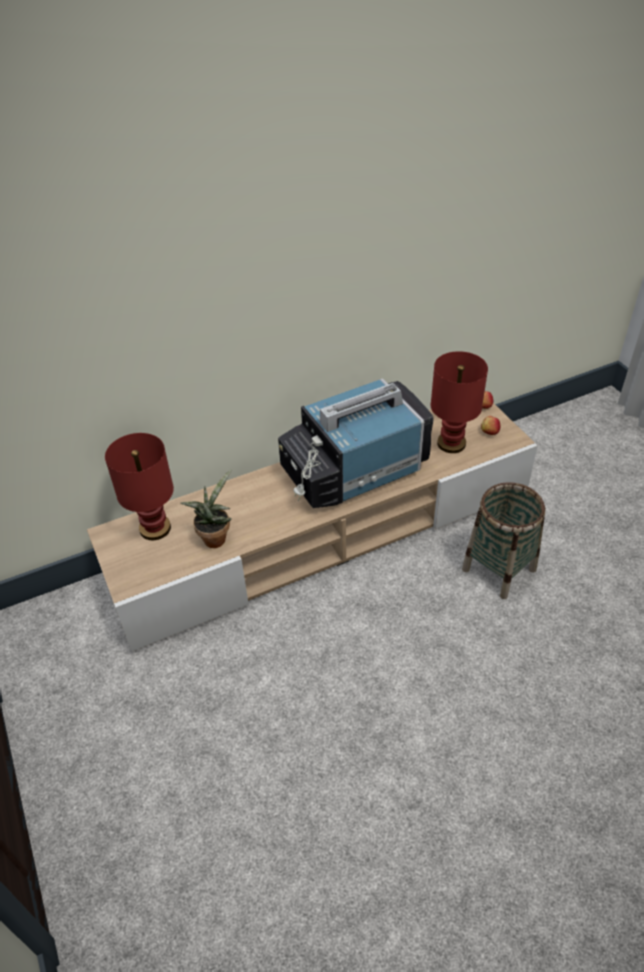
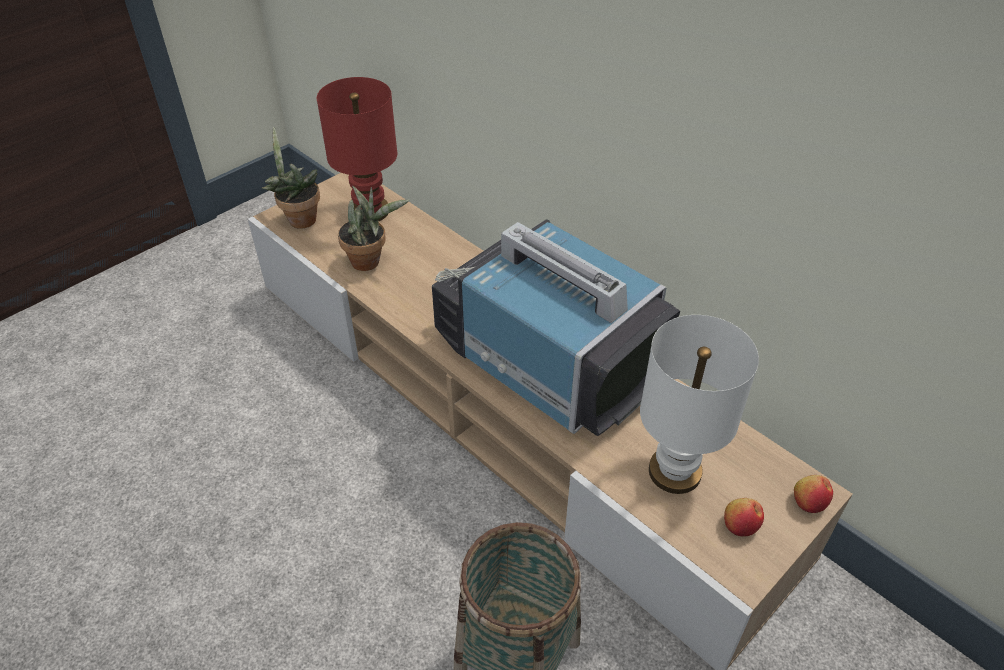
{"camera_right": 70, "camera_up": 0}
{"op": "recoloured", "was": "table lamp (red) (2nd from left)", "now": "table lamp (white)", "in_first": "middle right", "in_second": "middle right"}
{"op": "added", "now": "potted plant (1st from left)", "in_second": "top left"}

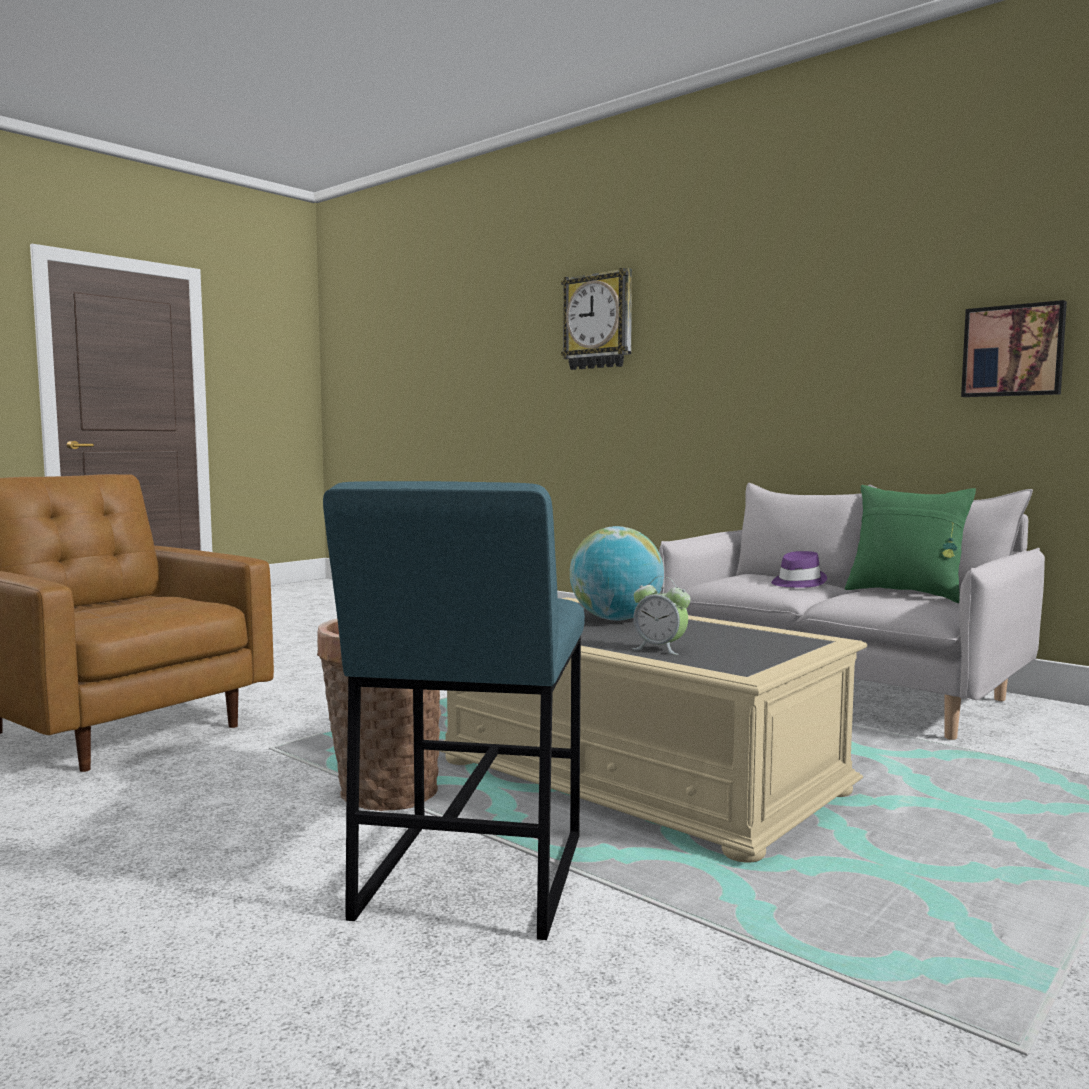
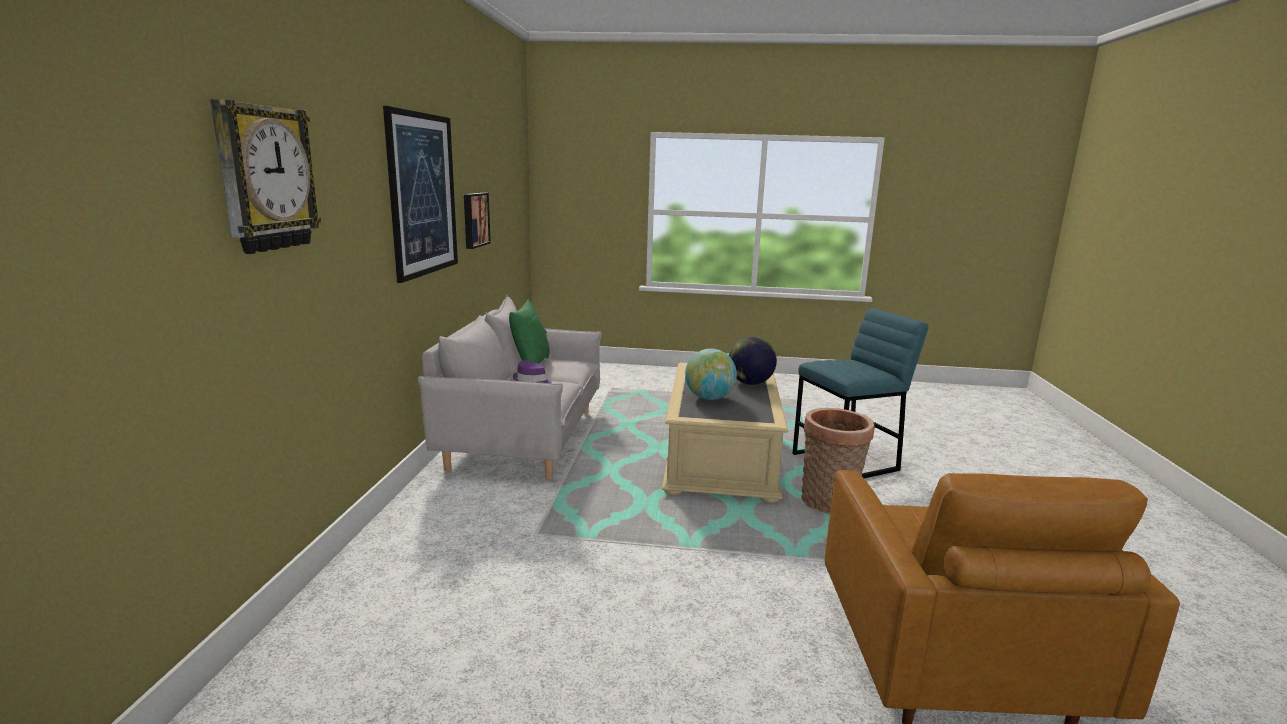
{"camera_right": -125, "camera_up": 10}
{"op": "replaced", "was": "alarm clock", "now": "globe (2nd from left)", "in_first": "centre", "in_second": "centre"}
{"op": "added", "now": "picture (1st from left)", "in_second": "top left"}

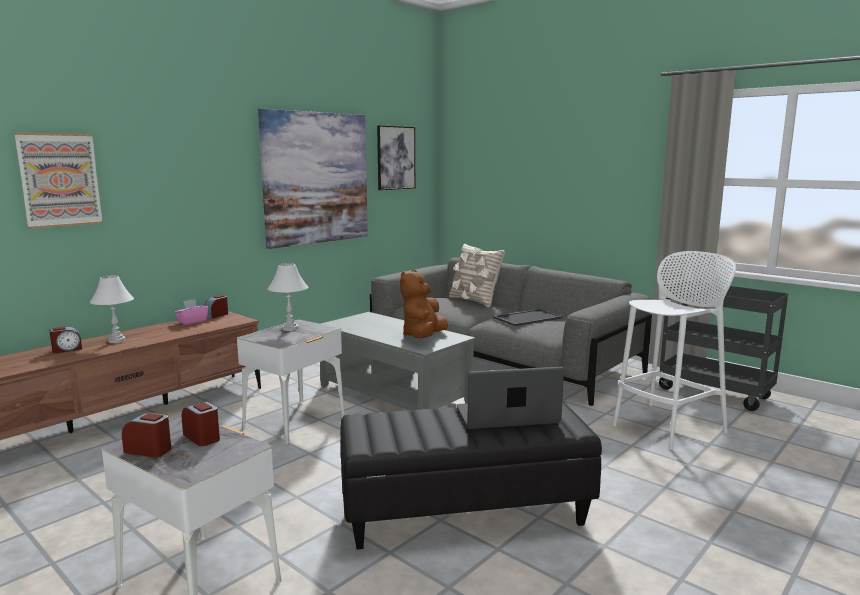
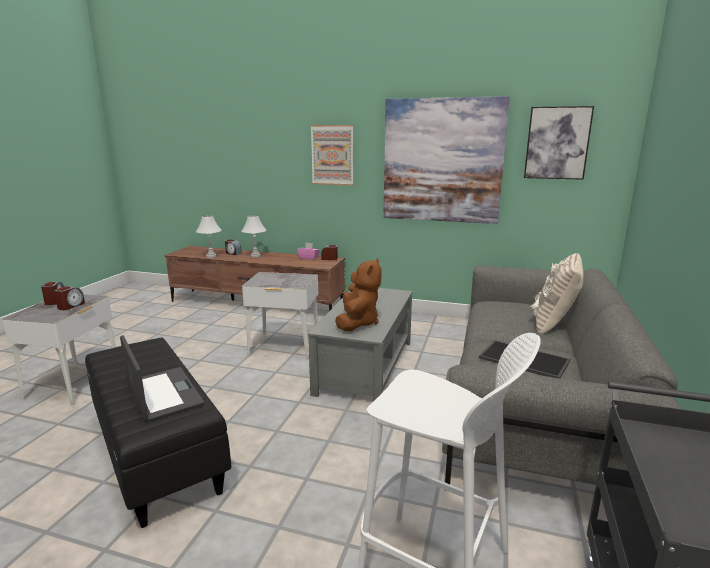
{"camera_right": 65, "camera_up": 5}
{"op": "moved", "was": "picture (1st from left)", "in_first": "top left", "in_second": "top centre"}
{"op": "moved", "was": "table lamp (white) (2nd from left in the first image)", "now": "table lamp (white) (1st from left)", "in_first": "centre", "in_second": "middle left"}
{"op": "turned", "was": "plush toy (brown)", "in_first": "centre", "in_second": "centre", "clockwise": 105}

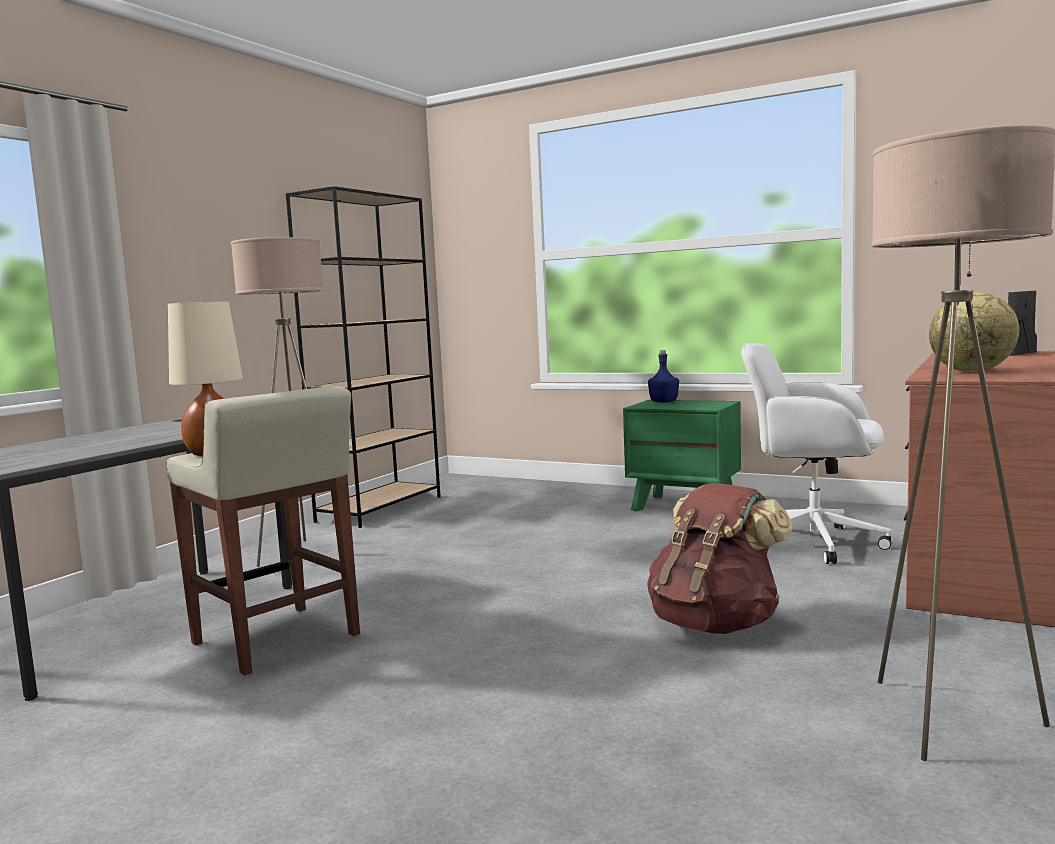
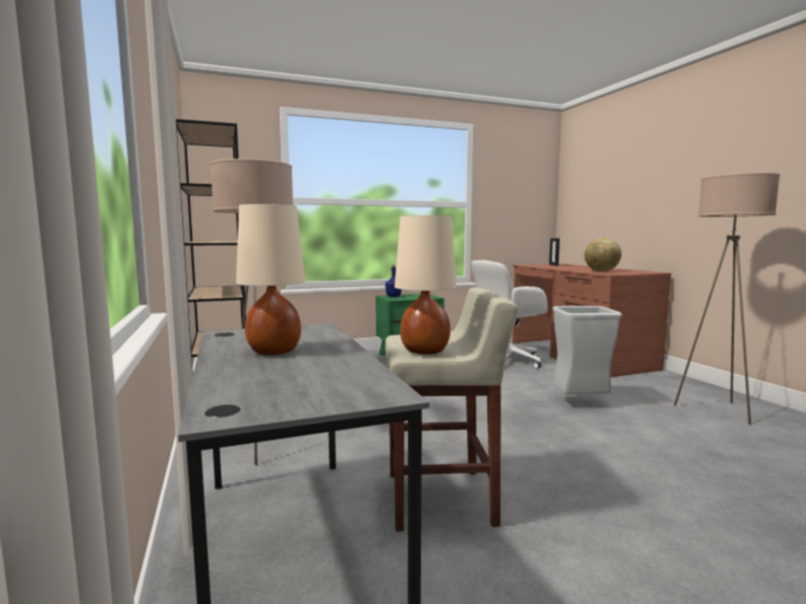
{"camera_right": -50, "camera_up": 0}
{"op": "replaced", "was": "backpack (brown)", "now": "trash can (grey)", "in_first": "middle right", "in_second": "middle right"}
{"op": "added", "now": "table lamp (beige) (1st from left)", "in_second": "centre"}

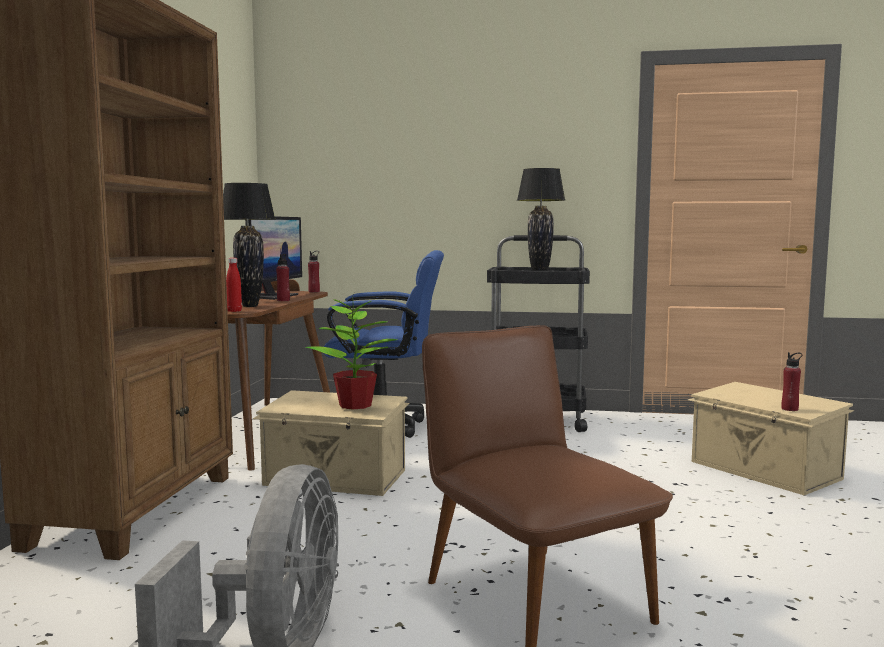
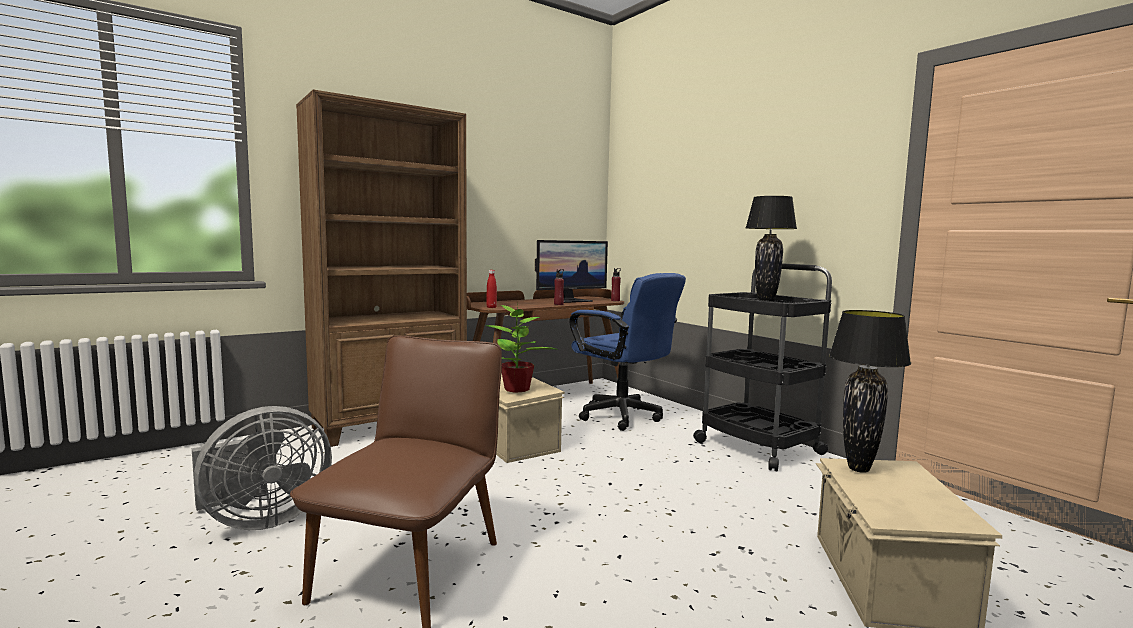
{"camera_right": 45, "camera_up": 0}
{"op": "moved", "was": "table lamp (black) (1st from left in the first image)", "now": "table lamp (black) (2nd from left)", "in_first": "middle left", "in_second": "middle right"}
{"op": "removed", "was": "bottle (red) (4th from left)", "in_first": "middle right"}

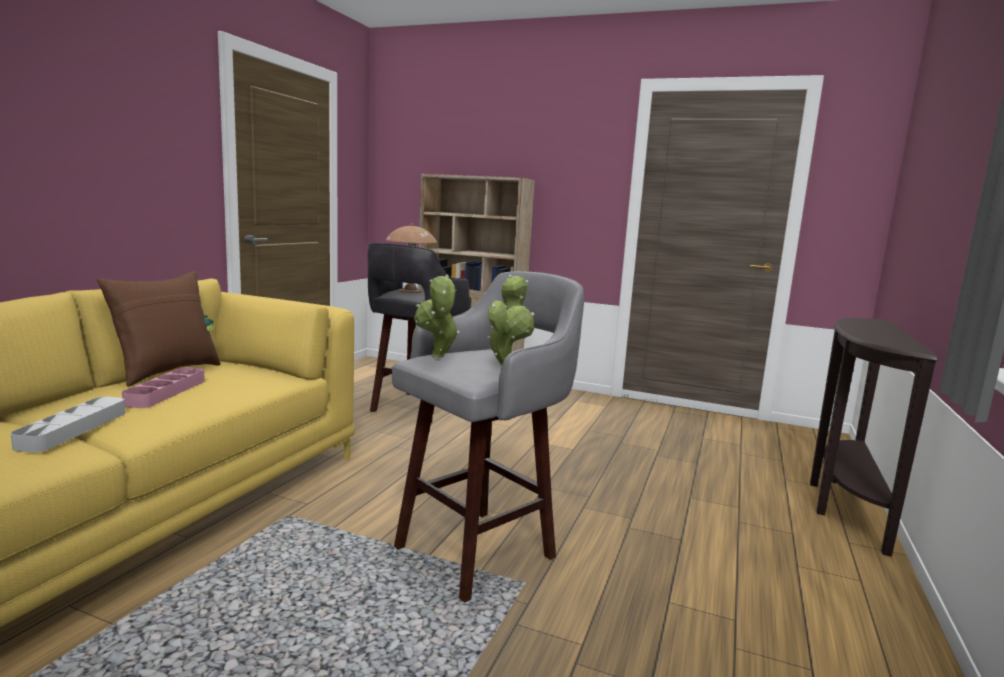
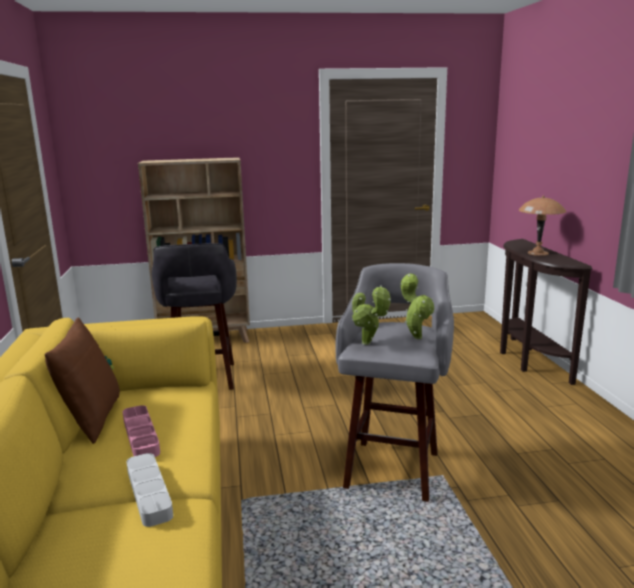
{"camera_right": -30, "camera_up": 5}
{"op": "moved", "was": "table lamp (brown)", "in_first": "centre", "in_second": "middle right"}

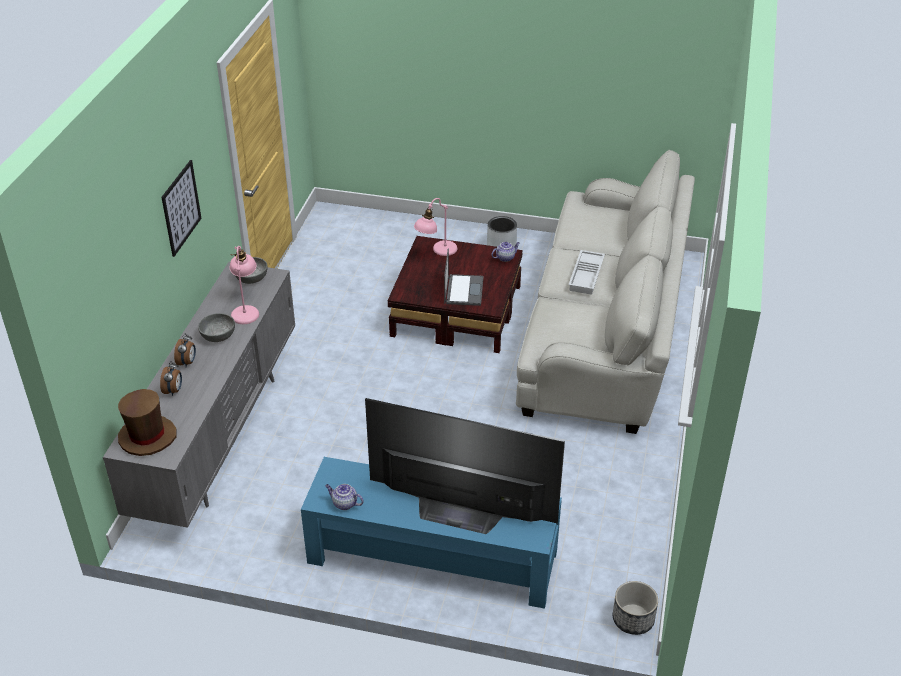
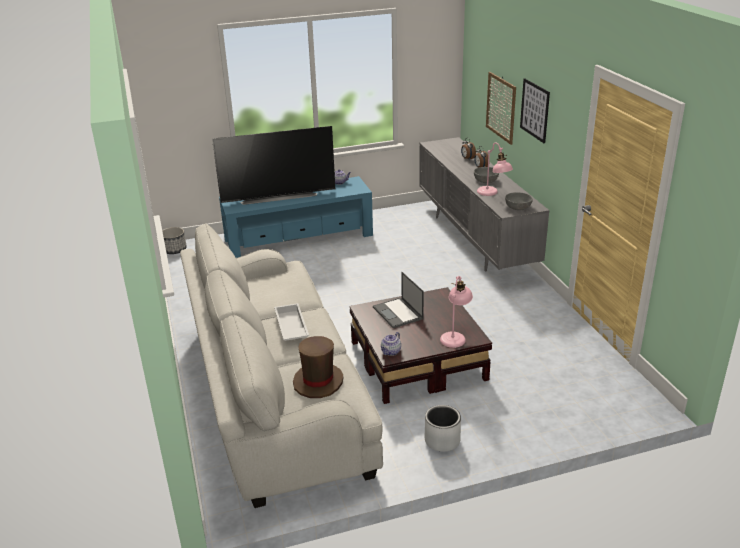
{"camera_right": 150, "camera_up": -10}
{"op": "moved", "was": "hat (brown)", "in_first": "middle left", "in_second": "bottom centre"}
{"op": "added", "now": "picture (1st from left)", "in_second": "top right"}

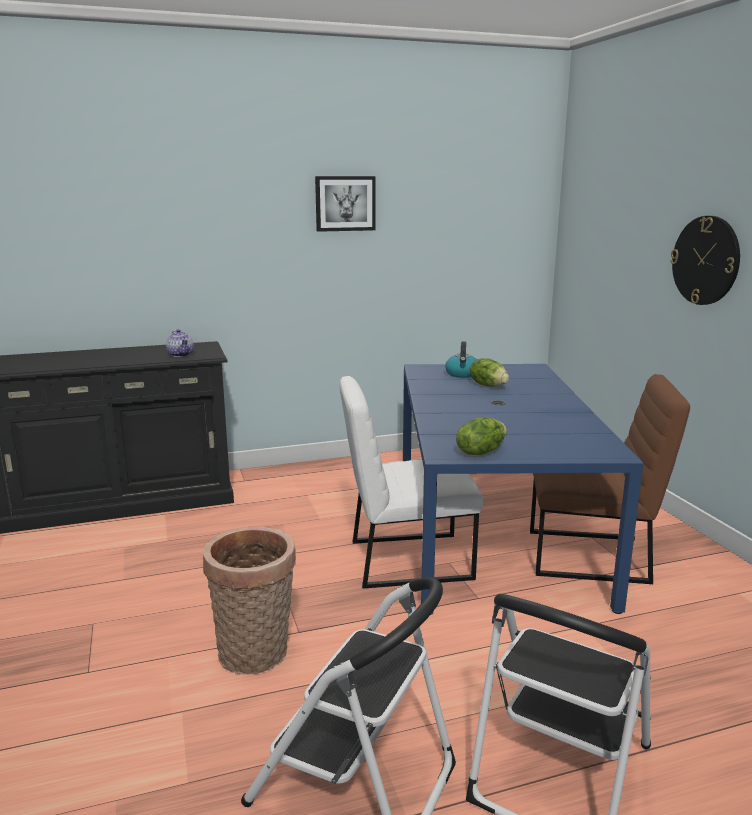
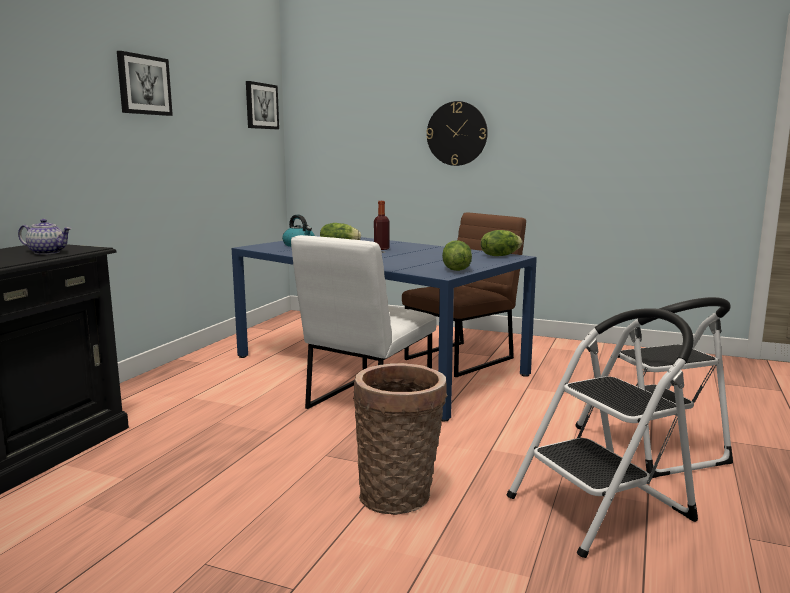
{"camera_right": -50, "camera_up": -5}
{"op": "added", "now": "picture (2nd from left)", "in_second": "top left"}
{"op": "added", "now": "bottle", "in_second": "centre"}
{"op": "added", "now": "lettuce (3rd from left)", "in_second": "centre"}

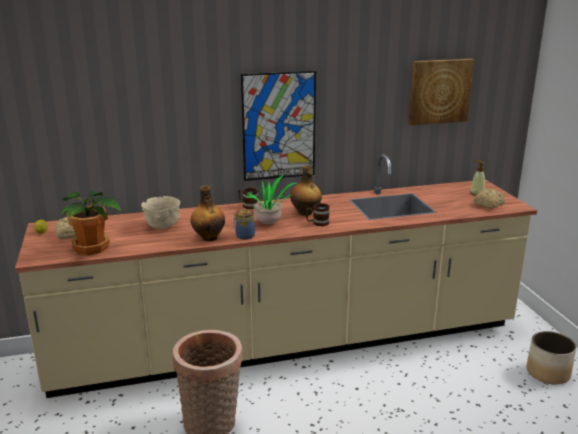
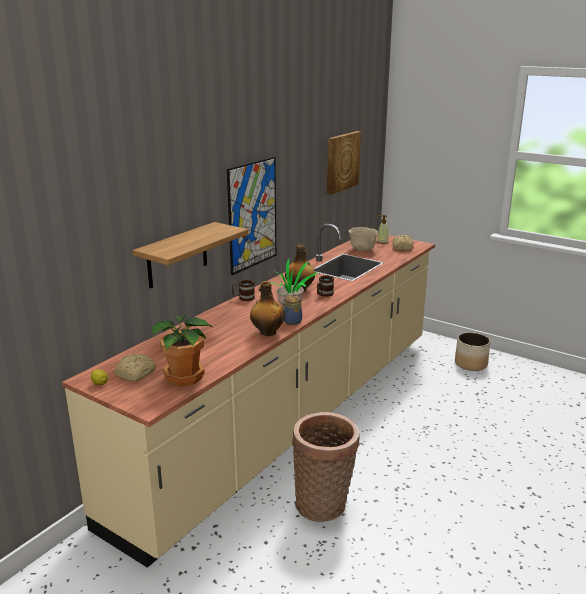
{"camera_right": -40, "camera_up": 0}
{"op": "moved", "was": "bowl (beige)", "in_first": "middle left", "in_second": "centre"}
{"op": "added", "now": "shelf", "in_second": "middle left"}

